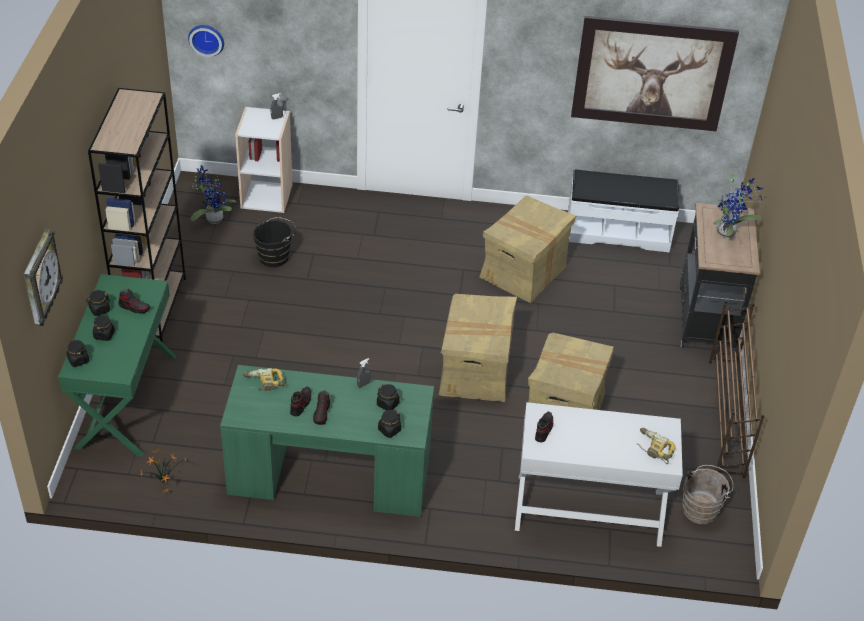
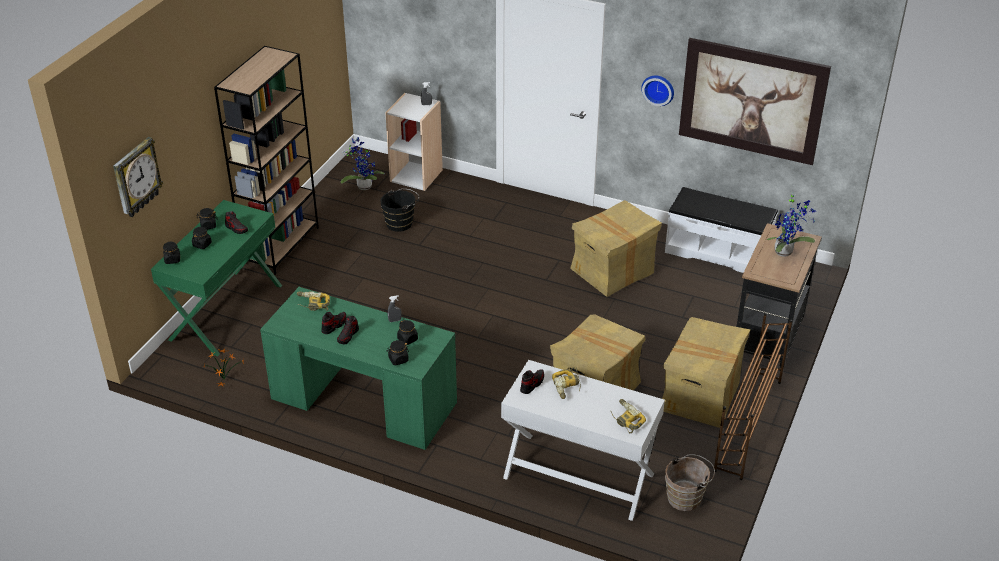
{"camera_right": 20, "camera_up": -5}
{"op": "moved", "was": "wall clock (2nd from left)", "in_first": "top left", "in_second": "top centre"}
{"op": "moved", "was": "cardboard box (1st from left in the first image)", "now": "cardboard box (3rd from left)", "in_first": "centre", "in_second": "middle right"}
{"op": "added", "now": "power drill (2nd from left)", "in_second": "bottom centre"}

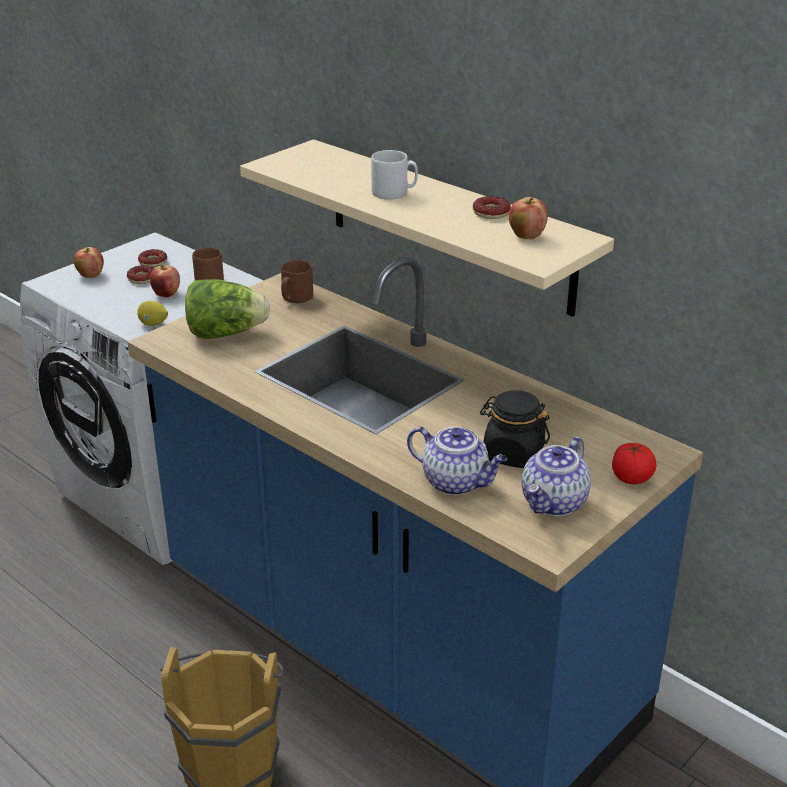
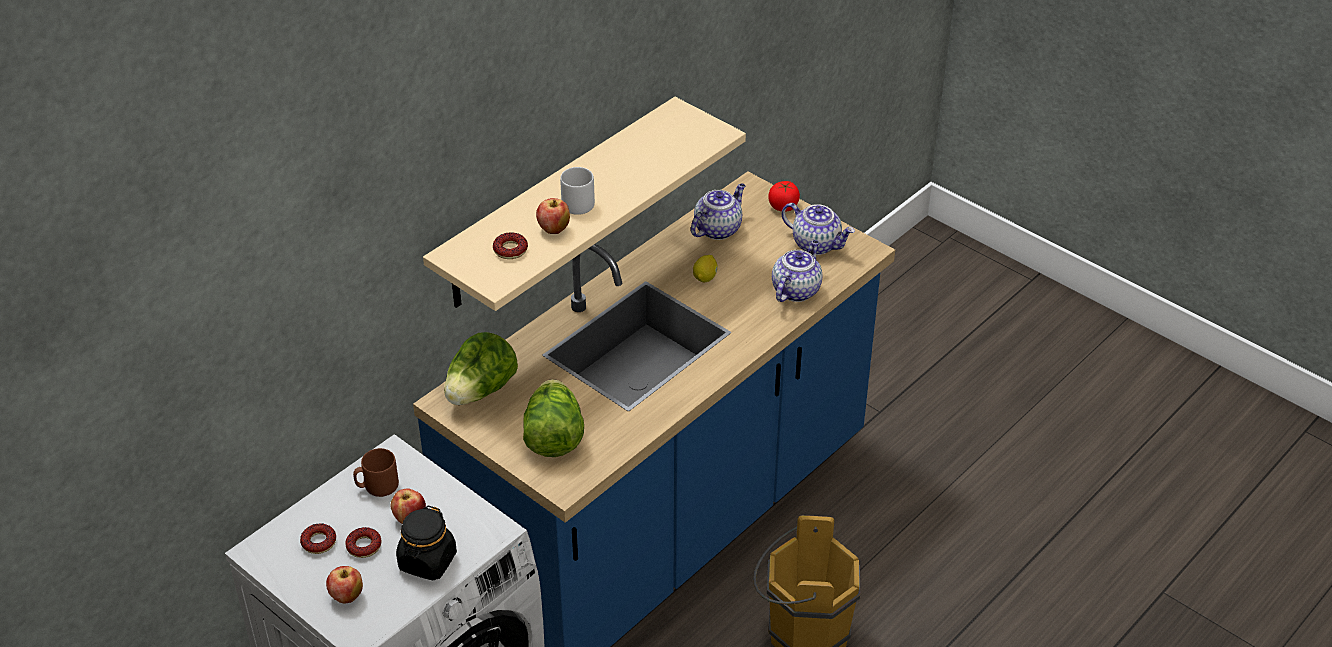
{"camera_right": -90, "camera_up": 10}
{"op": "moved", "was": "donut (3rd from left)", "in_first": "top centre", "in_second": "centre"}
{"op": "moved", "was": "apple (3rd from left)", "in_first": "top right", "in_second": "centre"}
{"op": "replaced", "was": "mug (brown) (2nd from left)", "now": "lettuce (1st from left)", "in_first": "centre", "in_second": "centre"}
{"op": "moved", "was": "lemon", "in_first": "middle left", "in_second": "centre"}
{"op": "moved", "was": "jar (black)", "in_first": "centre", "in_second": "bottom left"}
{"op": "added", "now": "teapot (1st from left)", "in_second": "top centre"}

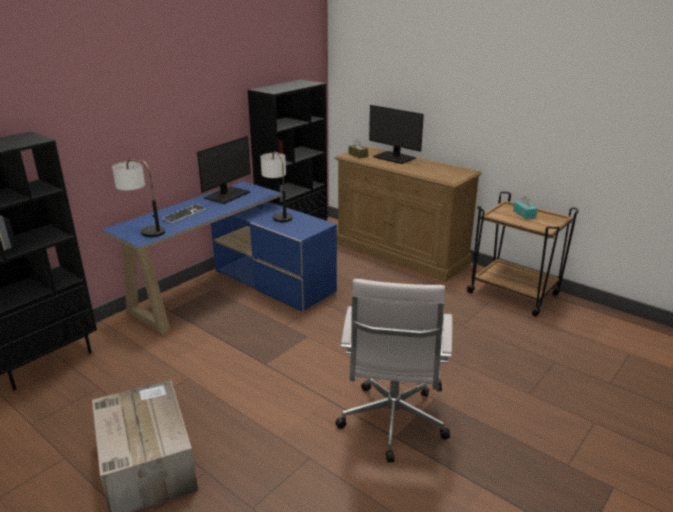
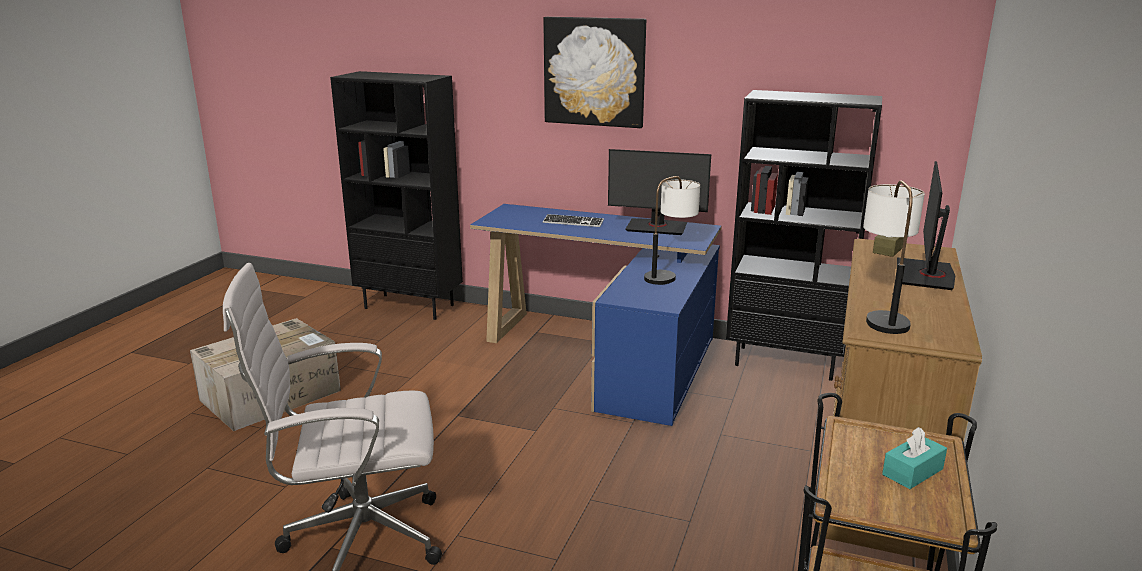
{"camera_right": 70, "camera_up": -5}
{"op": "moved", "was": "table lamp (1st from left in the first image)", "now": "table lamp (2nd from left)", "in_first": "middle left", "in_second": "middle right"}
{"op": "added", "now": "picture", "in_second": "top centre"}

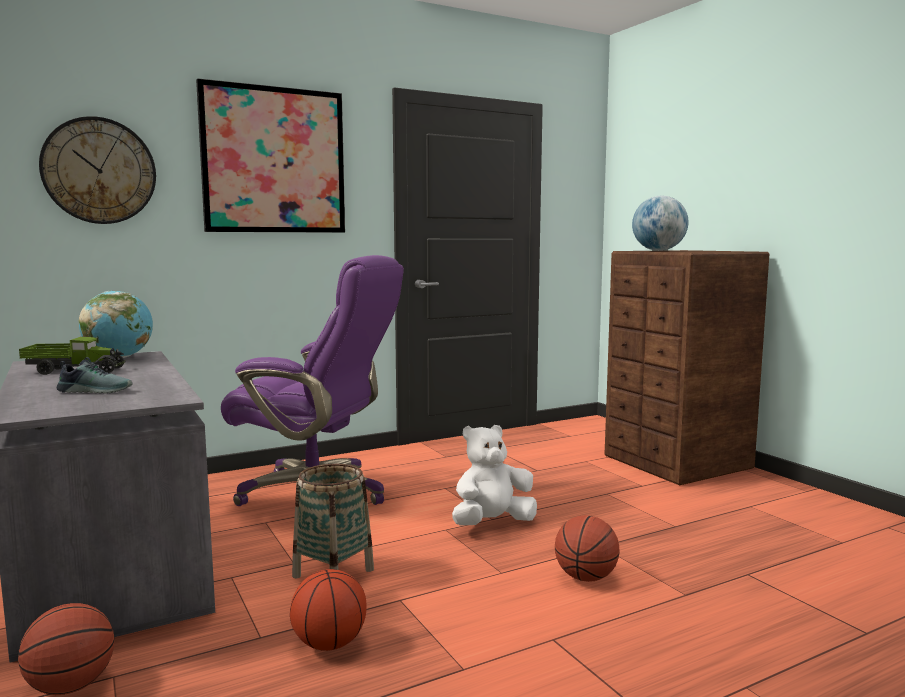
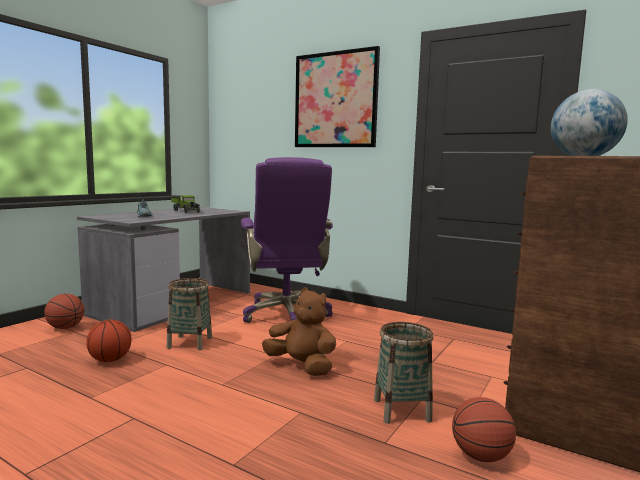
{"camera_right": 60, "camera_up": 0}
{"op": "removed", "was": "wall clock", "in_first": "top left"}
{"op": "removed", "was": "globe (1st from left)", "in_first": "middle left"}
{"op": "recoloured", "was": "plush toy (white)", "now": "plush toy (brown)", "in_first": "bottom centre", "in_second": "bottom centre"}
{"op": "moved", "was": "basketball (3rd from left)", "in_first": "bottom centre", "in_second": "bottom right"}
{"op": "added", "now": "basket (2nd from left)", "in_second": "bottom centre"}

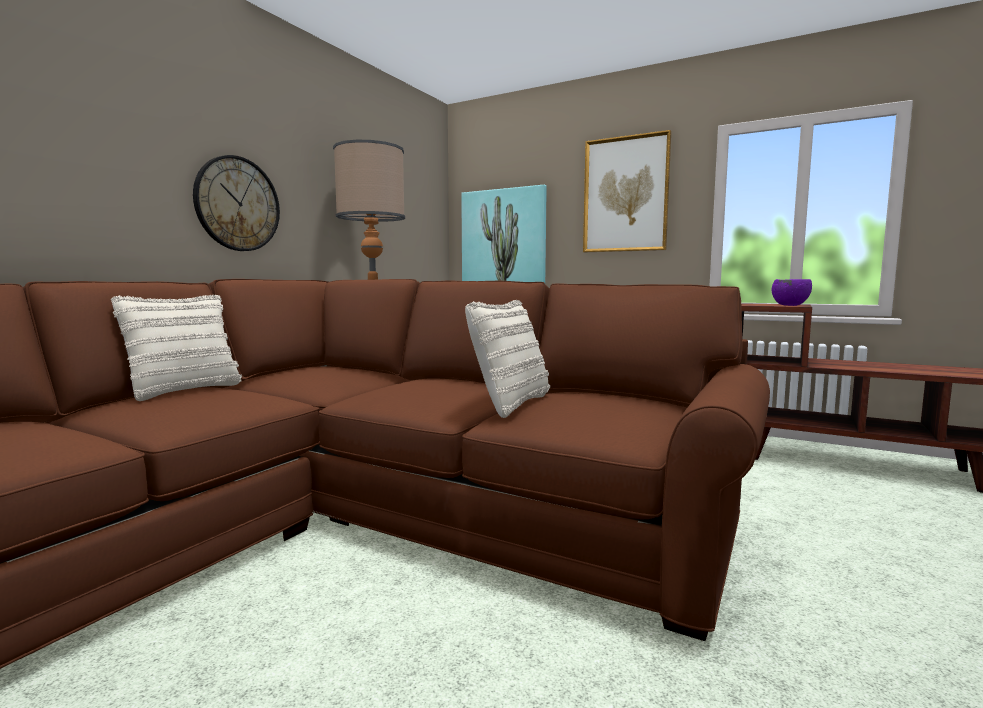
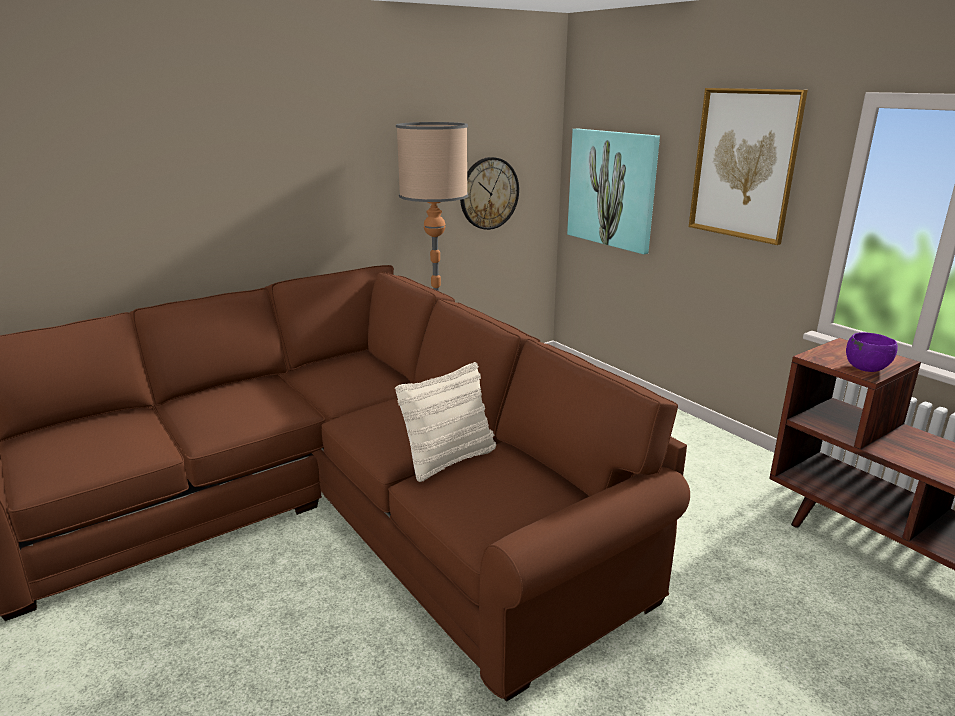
{"camera_right": 25, "camera_up": 15}
{"op": "moved", "was": "wall clock", "in_first": "top left", "in_second": "top centre"}
{"op": "removed", "was": "pillow (beige) (1st from left)", "in_first": "middle left"}

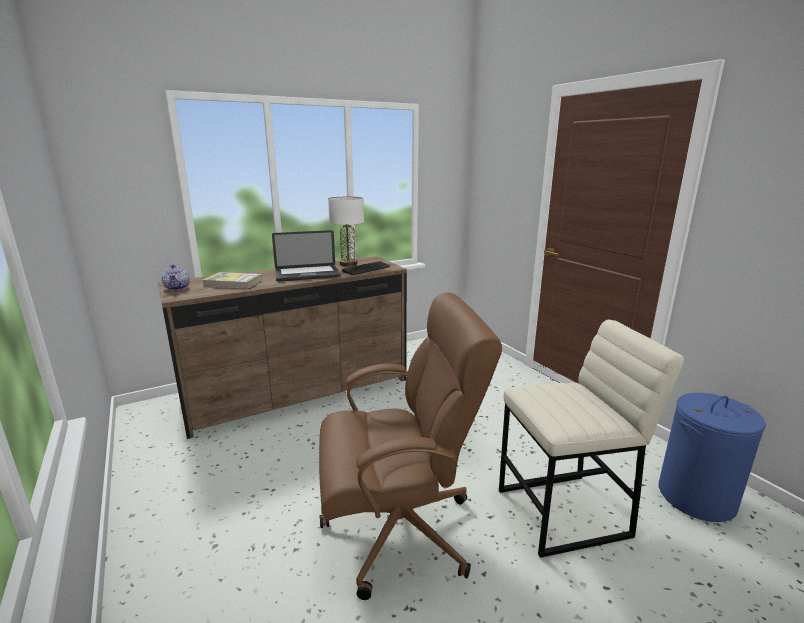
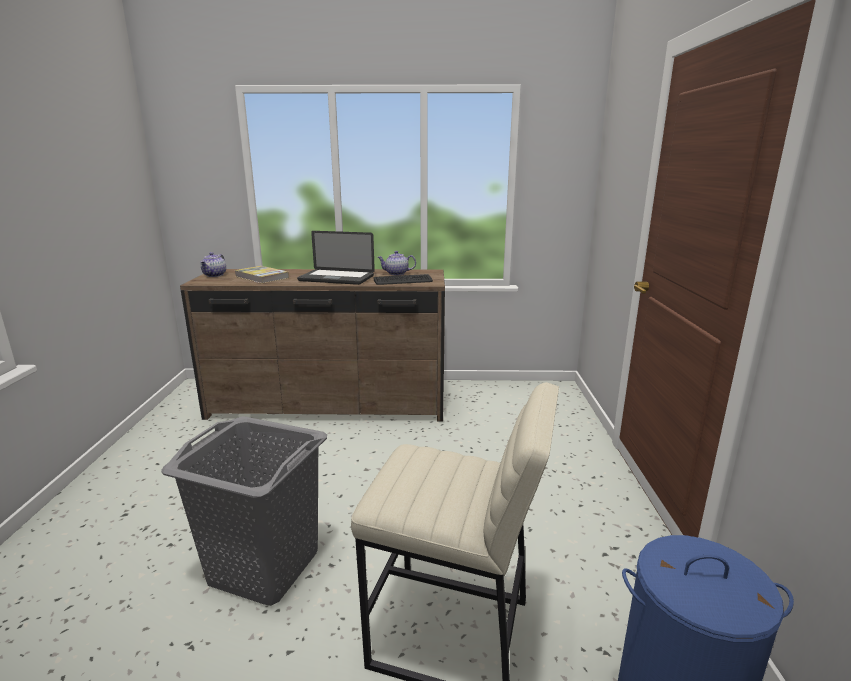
{"camera_right": 30, "camera_up": 0}
{"op": "replaced", "was": "table lamp", "now": "teapot (2nd from left)", "in_first": "centre", "in_second": "centre"}
{"op": "replaced", "was": "office chair (brown)", "now": "laundry basket (grey)", "in_first": "bottom centre", "in_second": "bottom left"}

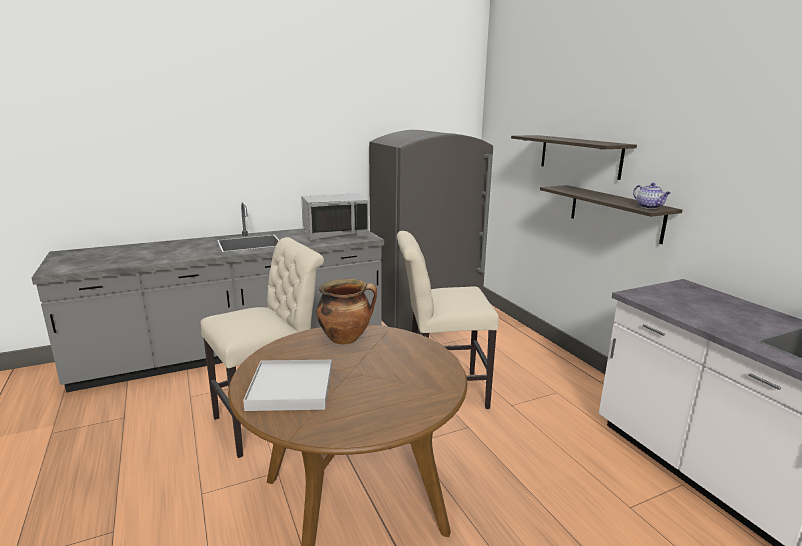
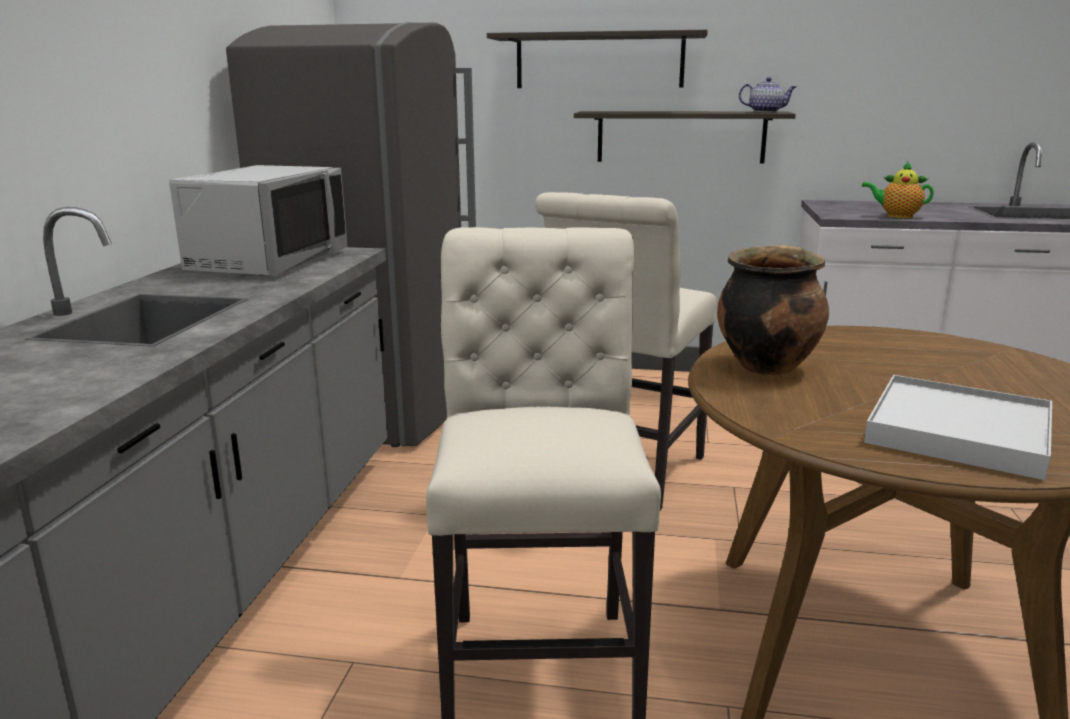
{"camera_right": -55, "camera_up": 0}
{"op": "added", "now": "teapot (2nd from left)", "in_second": "top right"}

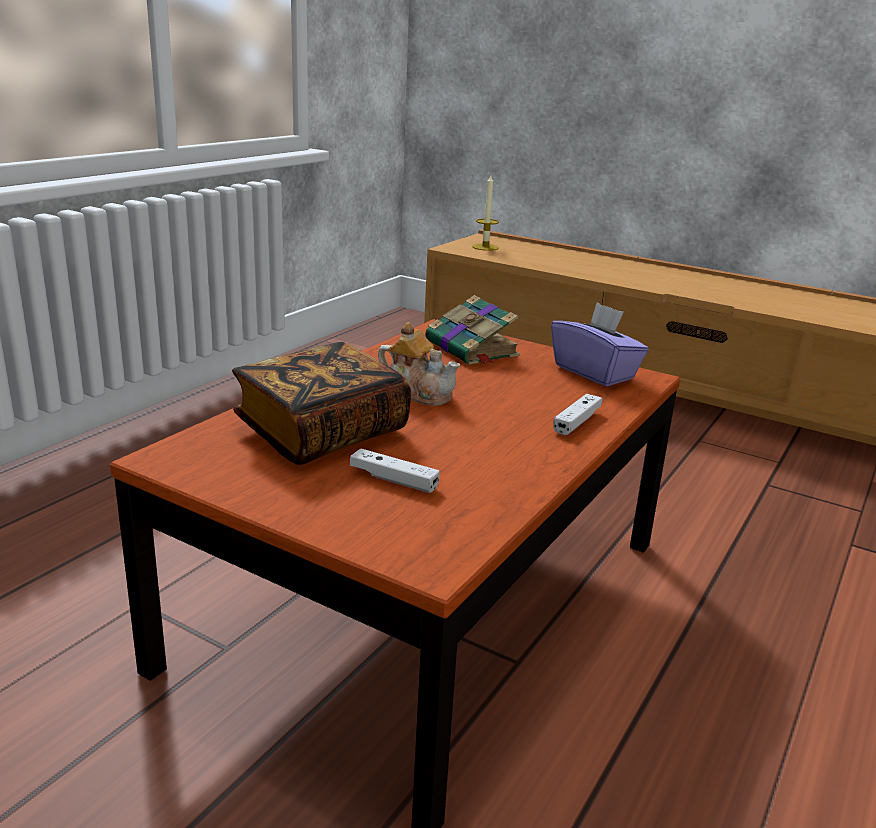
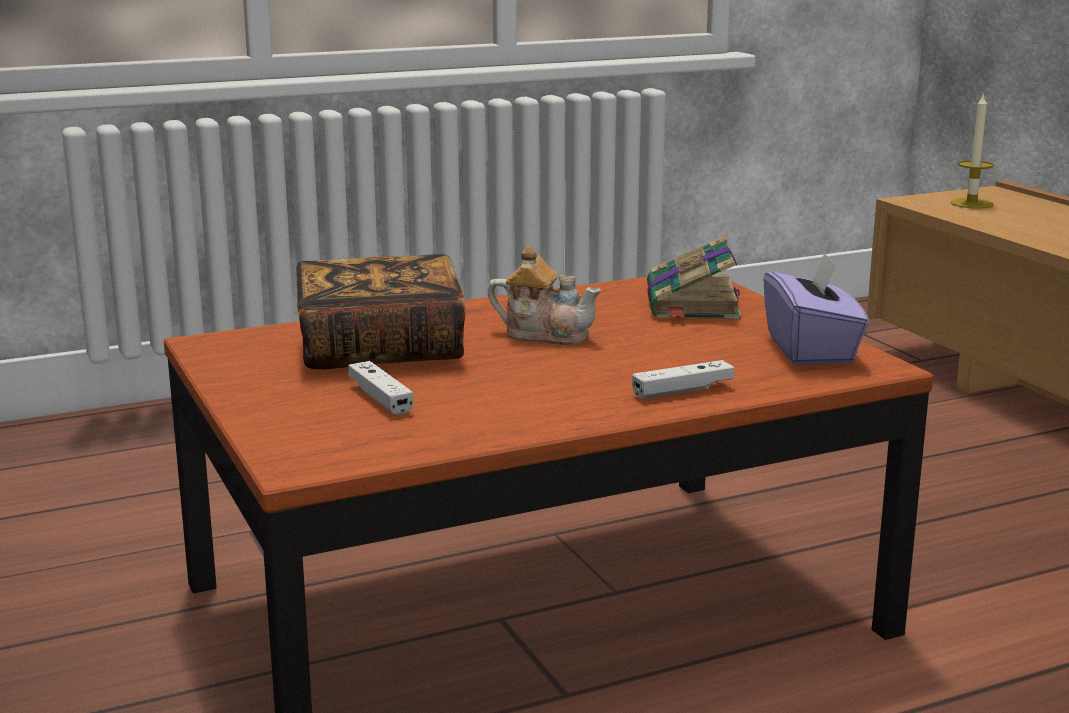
{"camera_right": 35, "camera_up": -5}
{"op": "turned", "was": "teapot", "in_first": "centre", "in_second": "centre", "clockwise": -45}

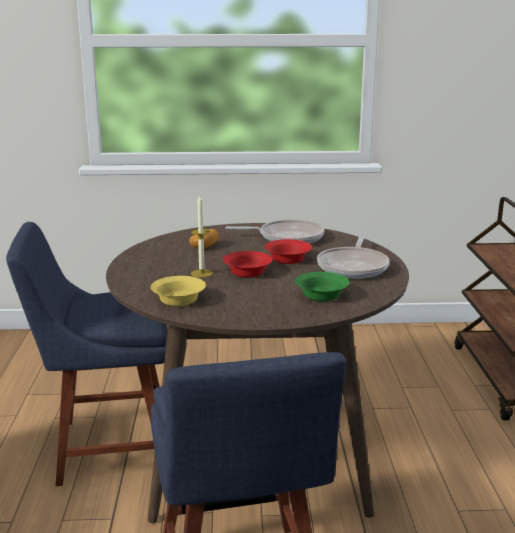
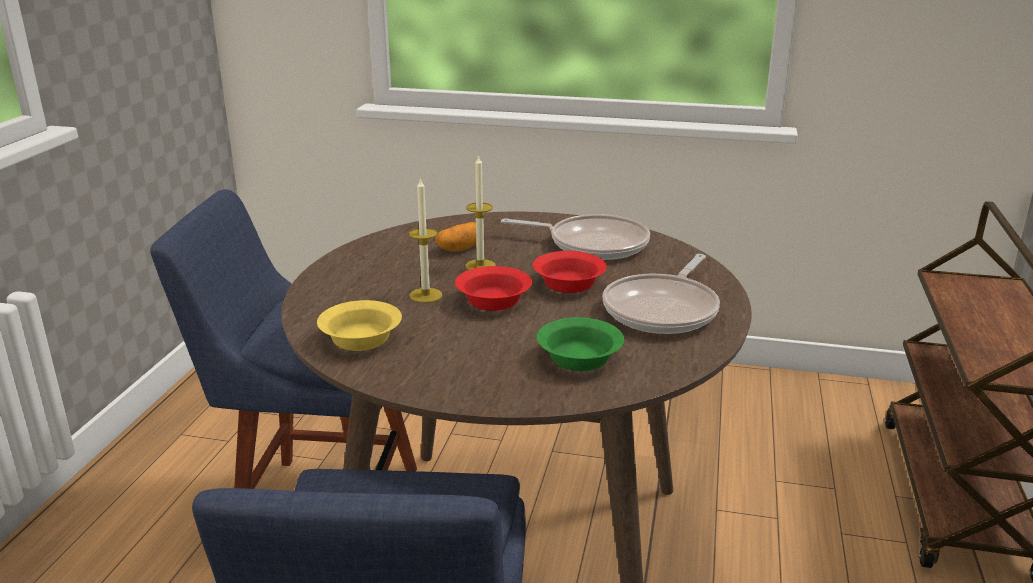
{"camera_right": 15, "camera_up": 5}
{"op": "added", "now": "candle (2nd from left)", "in_second": "centre"}

